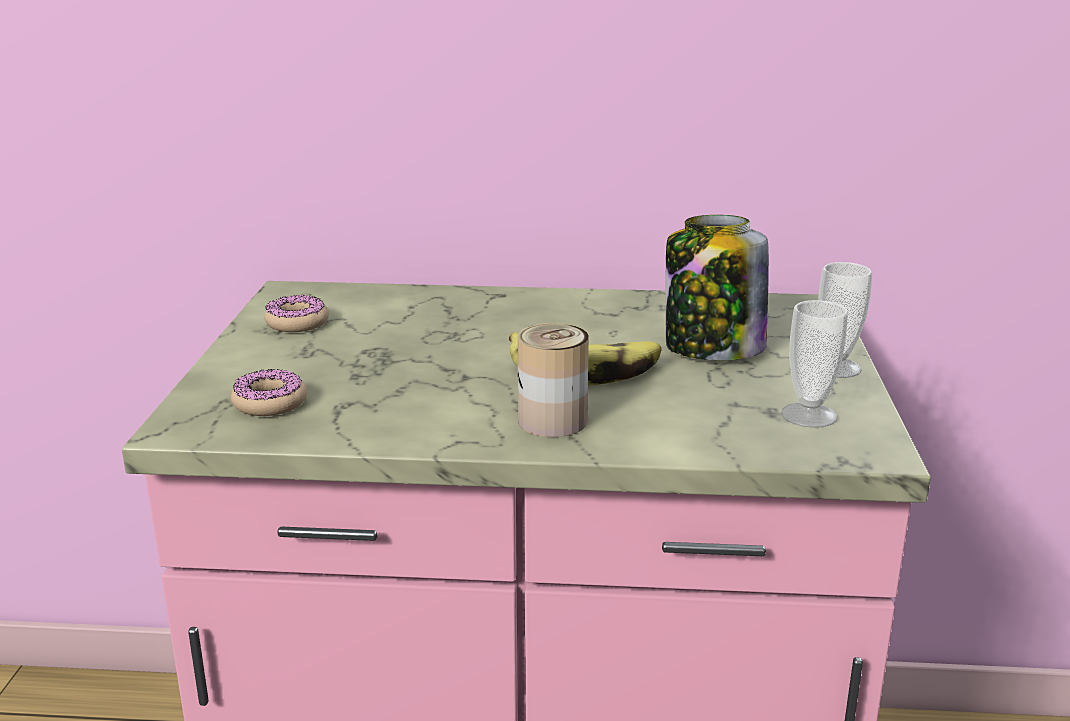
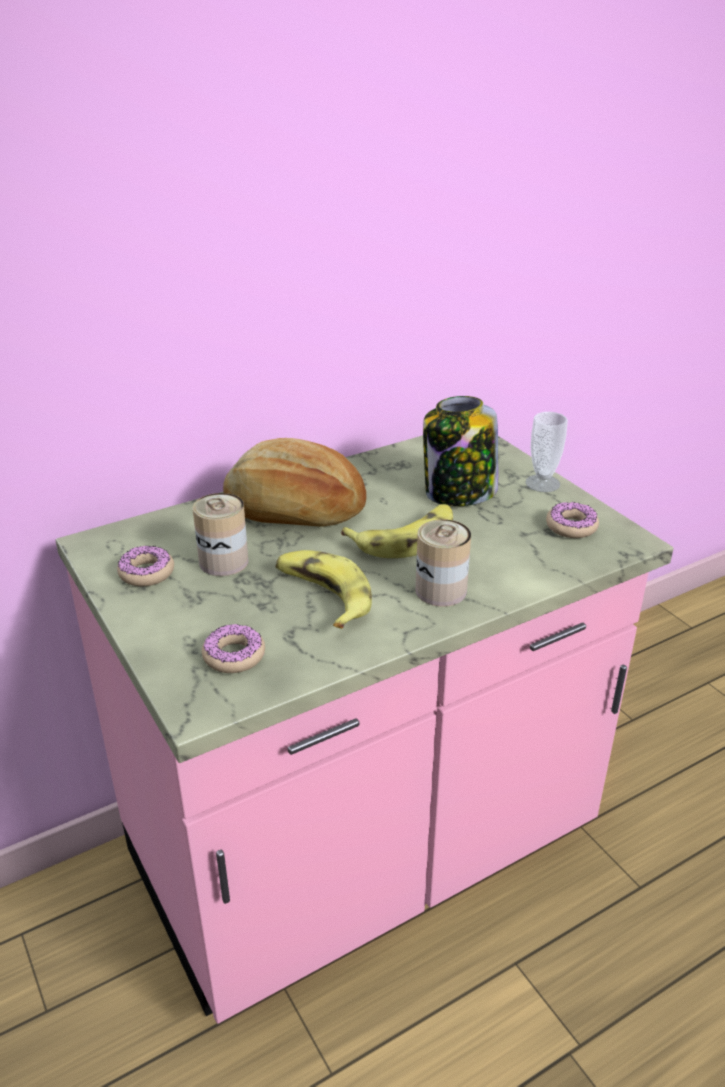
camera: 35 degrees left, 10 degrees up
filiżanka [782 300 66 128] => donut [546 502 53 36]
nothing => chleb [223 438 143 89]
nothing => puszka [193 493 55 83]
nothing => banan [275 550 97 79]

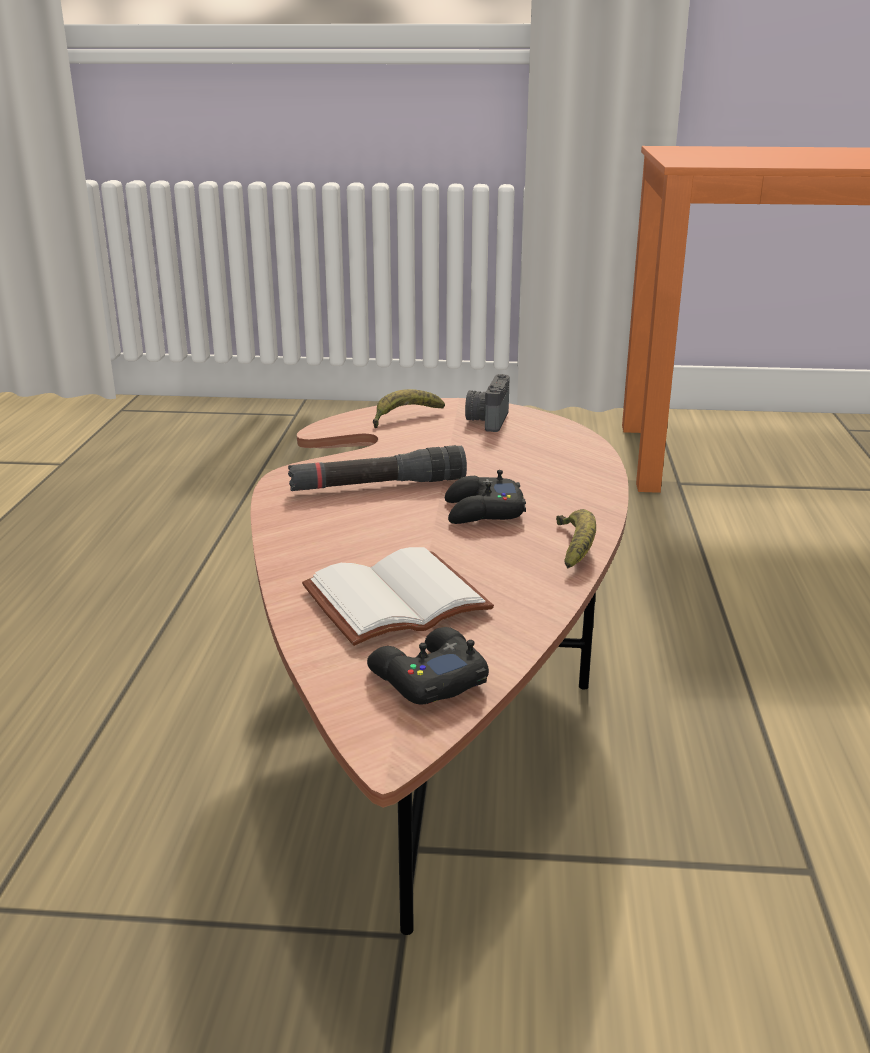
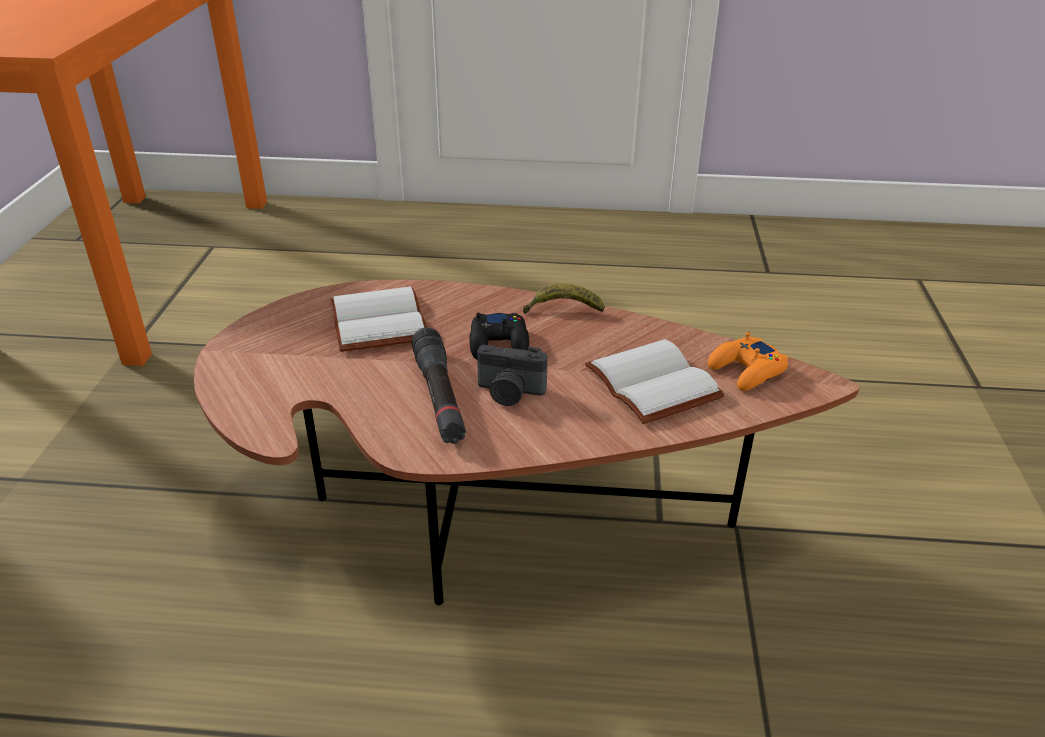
camera: 90 degrees left, 10 degrees up
aparat fotograficzny [465 374 45 58] => aparat fotograficzny [477 345 70 61], move
banan [373 389 72 39] => nothing
pad do gier (czarny) [367 627 122 78] => pad do gier (pomarańczowy) [708 332 80 59]
nothing => książka (biały) [330 287 97 65]

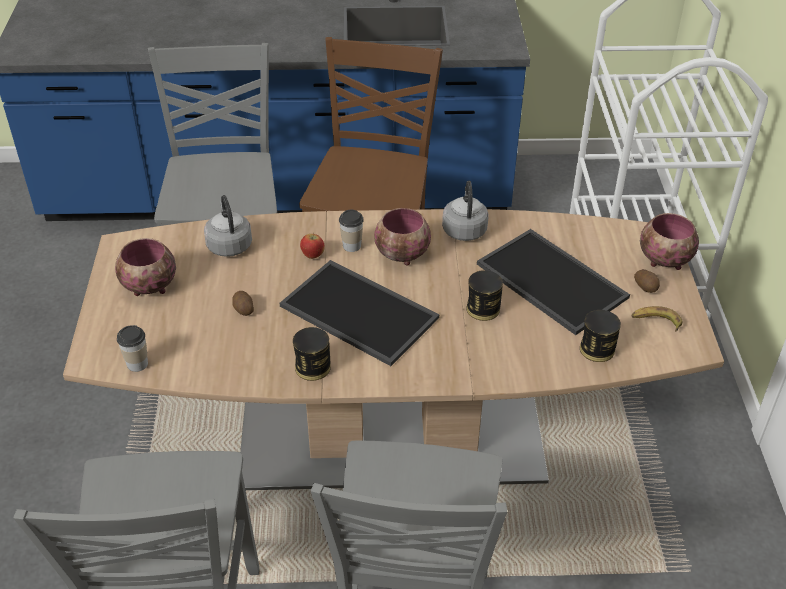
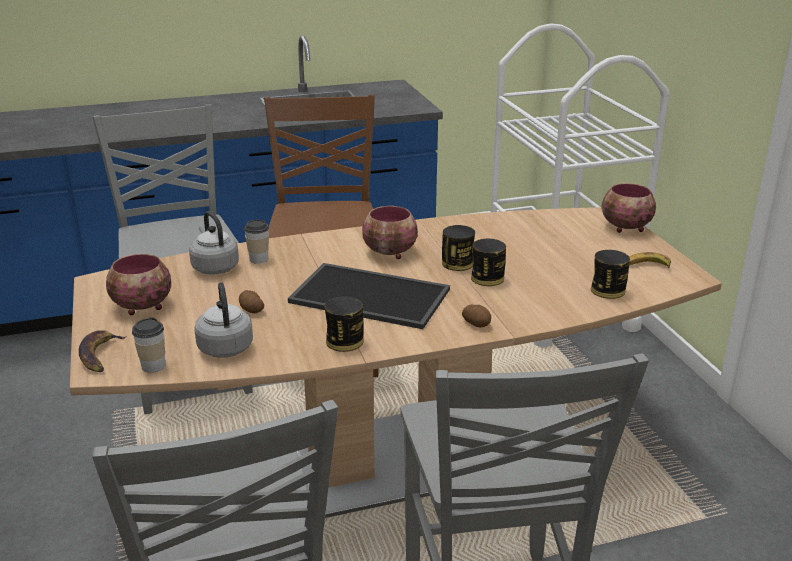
camera: 15 degrees left, 15 degrees down
czajnik (szary) [442 181 47 60] => czajnik (szary) [194 282 59 76], move
filiżanka [339 210 25 42] => filiżanka [244 220 25 44], move
taca [477 229 153 106] => nothing
jabłko [300 232 25 27] => nothing
ziemniak [634 269 26 24] => ziemniak [462 305 29 22], move
nothing => puszka [442 225 33 46]
nothing => banan [79 330 47 42]

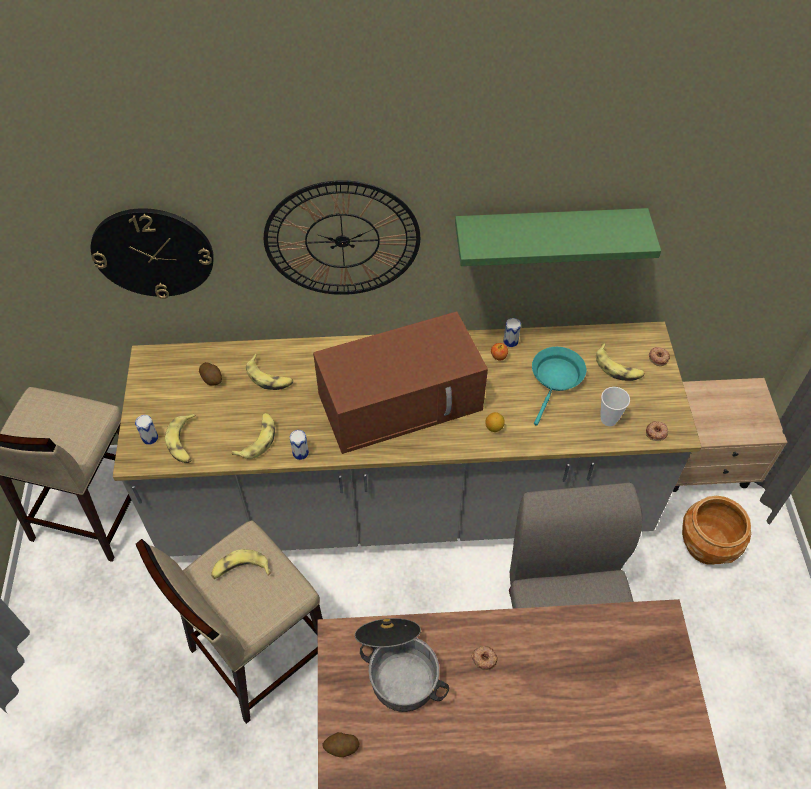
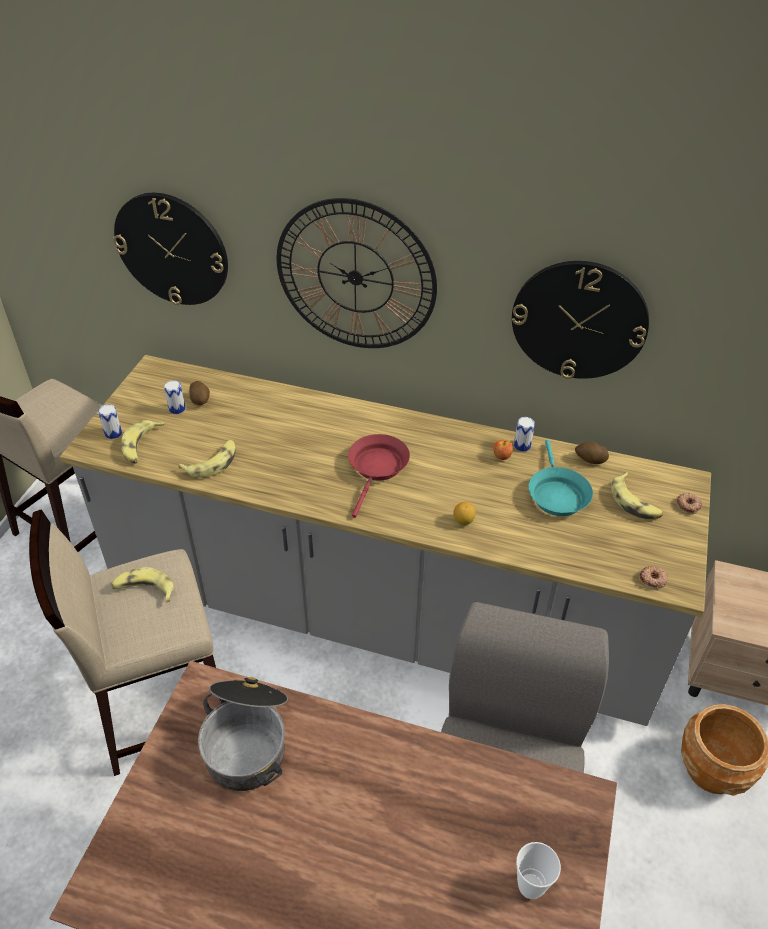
camera: 20 degrees right, 10 degrees down
półka (zielony) [455 208 206 58] => zegar ścienny [512 261 137 118]
mikrofalówka (brązowy) [313 311 175 143] => patelnia (czerwony) [348 434 62 84]
patelnia (turkusowy) [532 347 54 79] => patelnia (turkusowy) [528 440 65 76], 135 degrees clockwise
banan [246 354 47 36] => nothing
filiżanka [600 387 30 39] => filiżanka [516 842 45 57], move
puszka [290 430 19 30] => puszka [164 380 22 34], move
donut [472 646 26 24] => nothing
ziemniak [322 732 38 25] => ziemniak [575 441 34 23], move

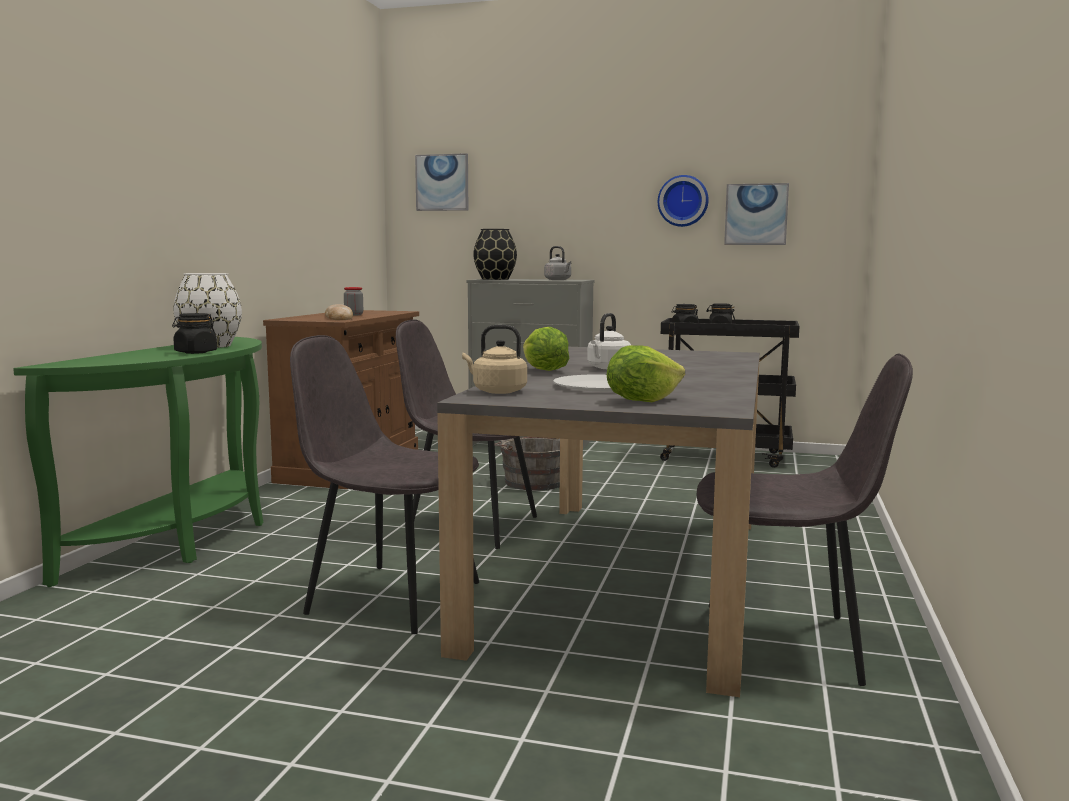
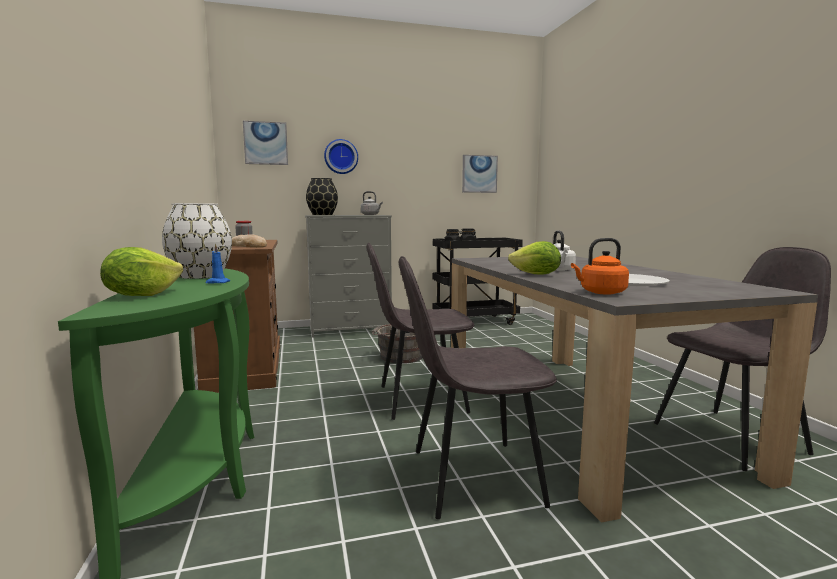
camera: 30 degrees left, 0 degrees up
zegar ścienny [658 175 51 52] => zegar ścienny [324 139 34 35], move
słoik (czarny) [172 313 45 41] => świeca (niebieski) [205 243 25 40]
czajnik (beżowy) [462 325 65 69] => czajnik (pomarańczowy) [571 238 58 57]
sałata [607 345 78 57] => sałata [100 247 83 49], move

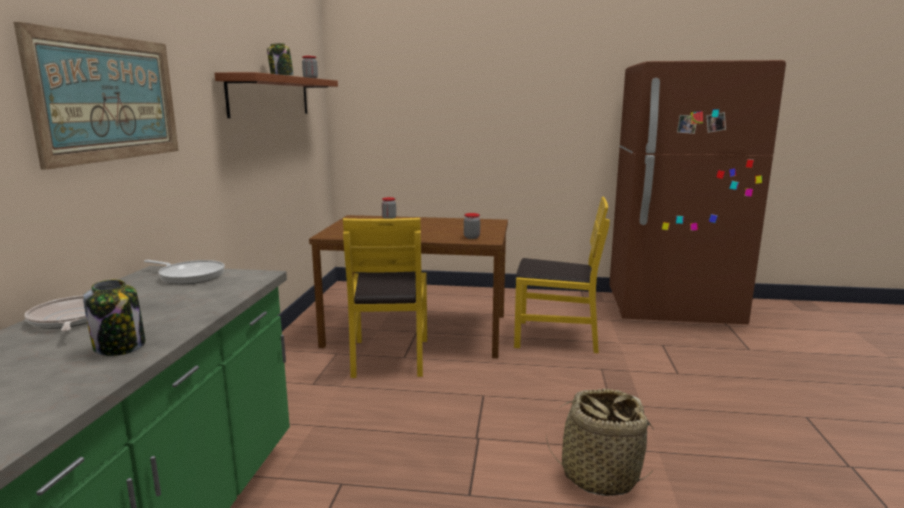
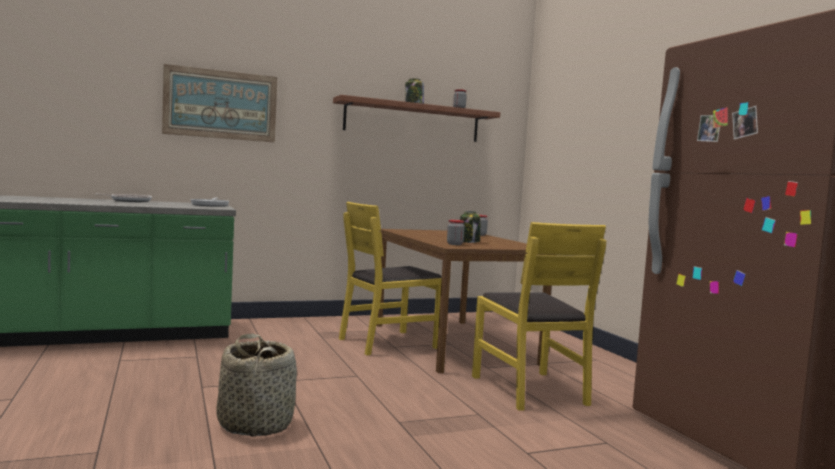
camera: 60 degrees right, 10 degrees down
słoik [83 279 63 77] => słoik [460 211 20 32], move

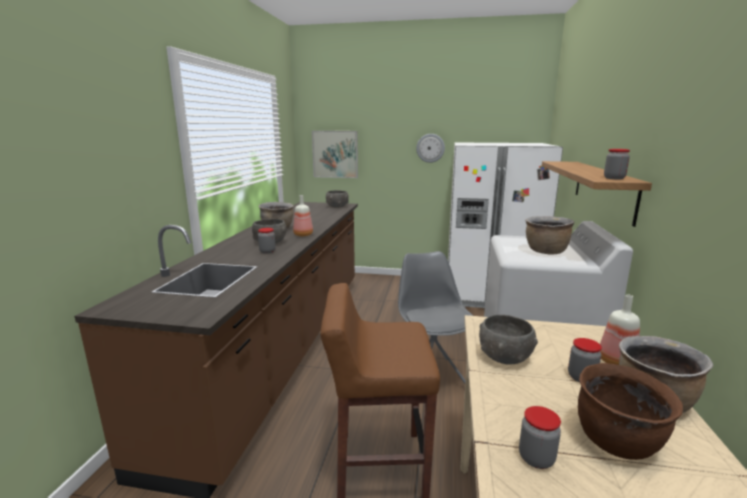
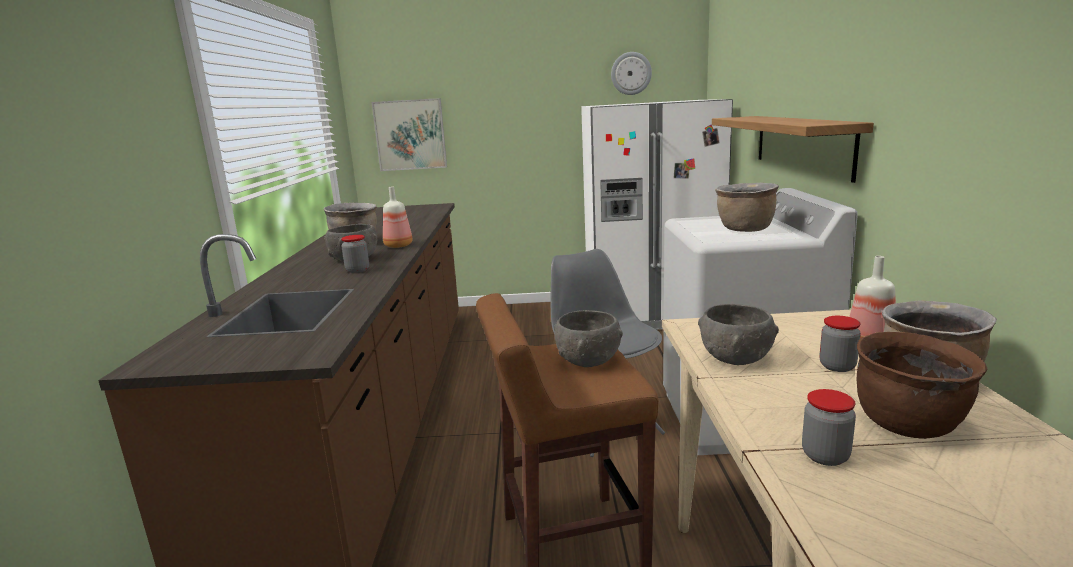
camera: 10 degrees left, 0 degrees up
zegar ścienny [416 134 29 29] => zegar ścienny [611 52 41 43], move
słoik [604 149 26 30] => nothing
miska (szary) [326 190 23 17] => miska (szary) [554 310 69 57], move

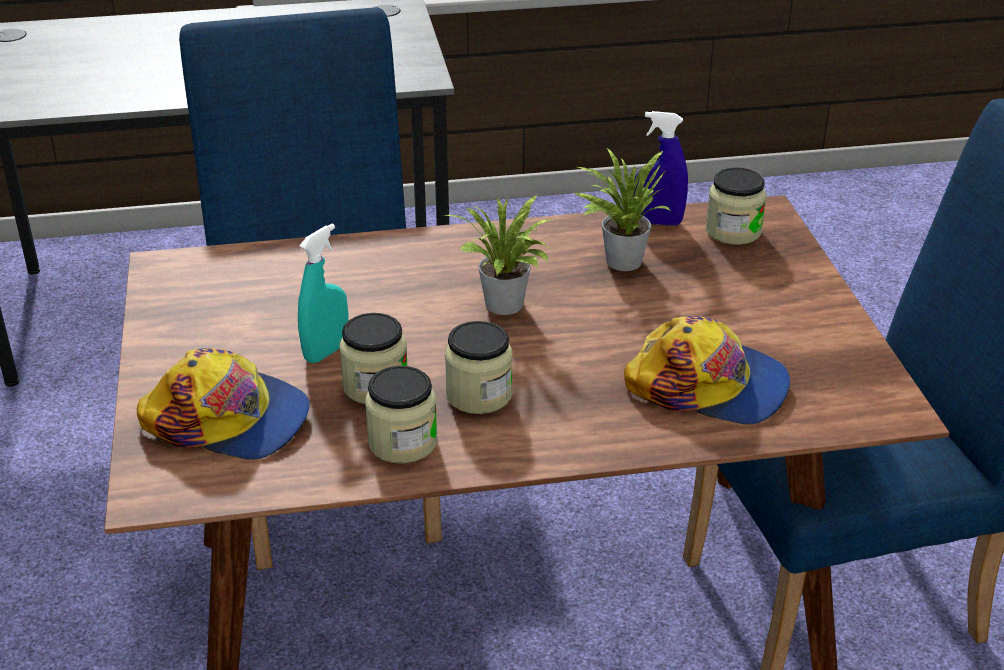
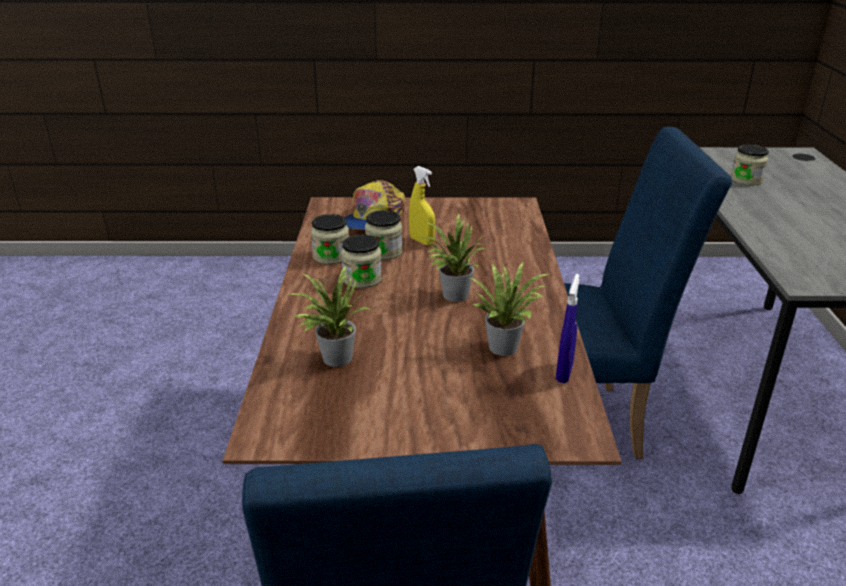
camera: 100 degrees right, 5 degrees down
słoik [706 167 60 78] => słoik [731 145 38 41], move
spryskiwacz (turkusowy) [298 224 51 139] => spryskiwacz (żółty) [409 166 26 80]
czapka z daszkiem [624 316 166 109] => roślina doniczkowa [289 266 81 101]

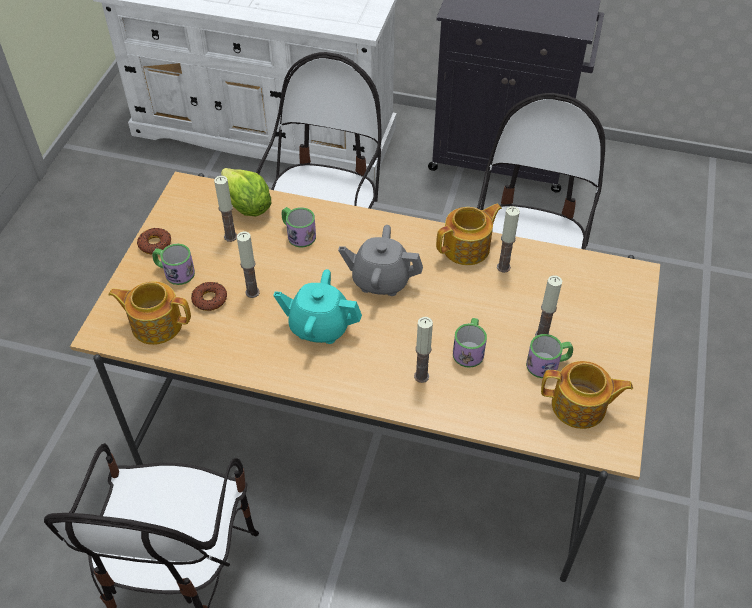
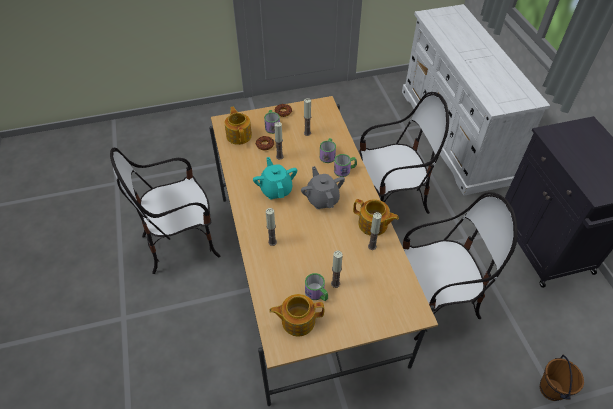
camera: 60 degrees right, 0 degrees up
sałata [221 168 50 48] => nothing
kubek [453 318 34 50] => kubek [334 154 23 23], move
imbryk [541 361 92 68] => imbryk [269 294 55 43], 105 degrees clockwise
nothing => wiadro (brązowy) [540 355 44 46]

